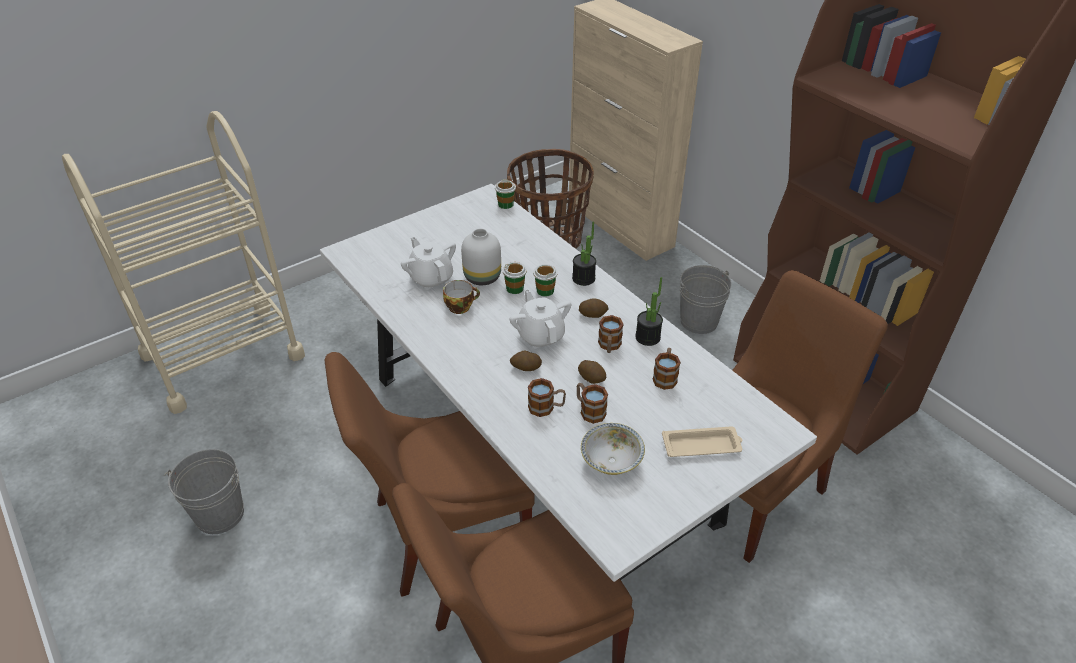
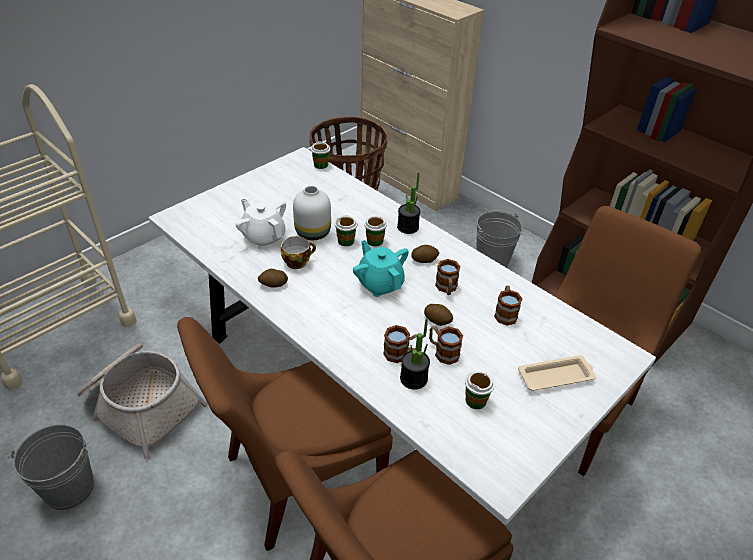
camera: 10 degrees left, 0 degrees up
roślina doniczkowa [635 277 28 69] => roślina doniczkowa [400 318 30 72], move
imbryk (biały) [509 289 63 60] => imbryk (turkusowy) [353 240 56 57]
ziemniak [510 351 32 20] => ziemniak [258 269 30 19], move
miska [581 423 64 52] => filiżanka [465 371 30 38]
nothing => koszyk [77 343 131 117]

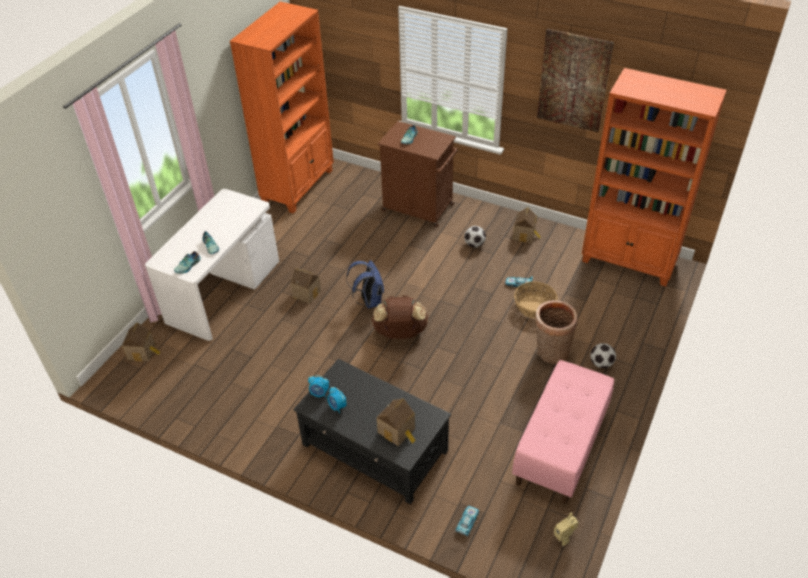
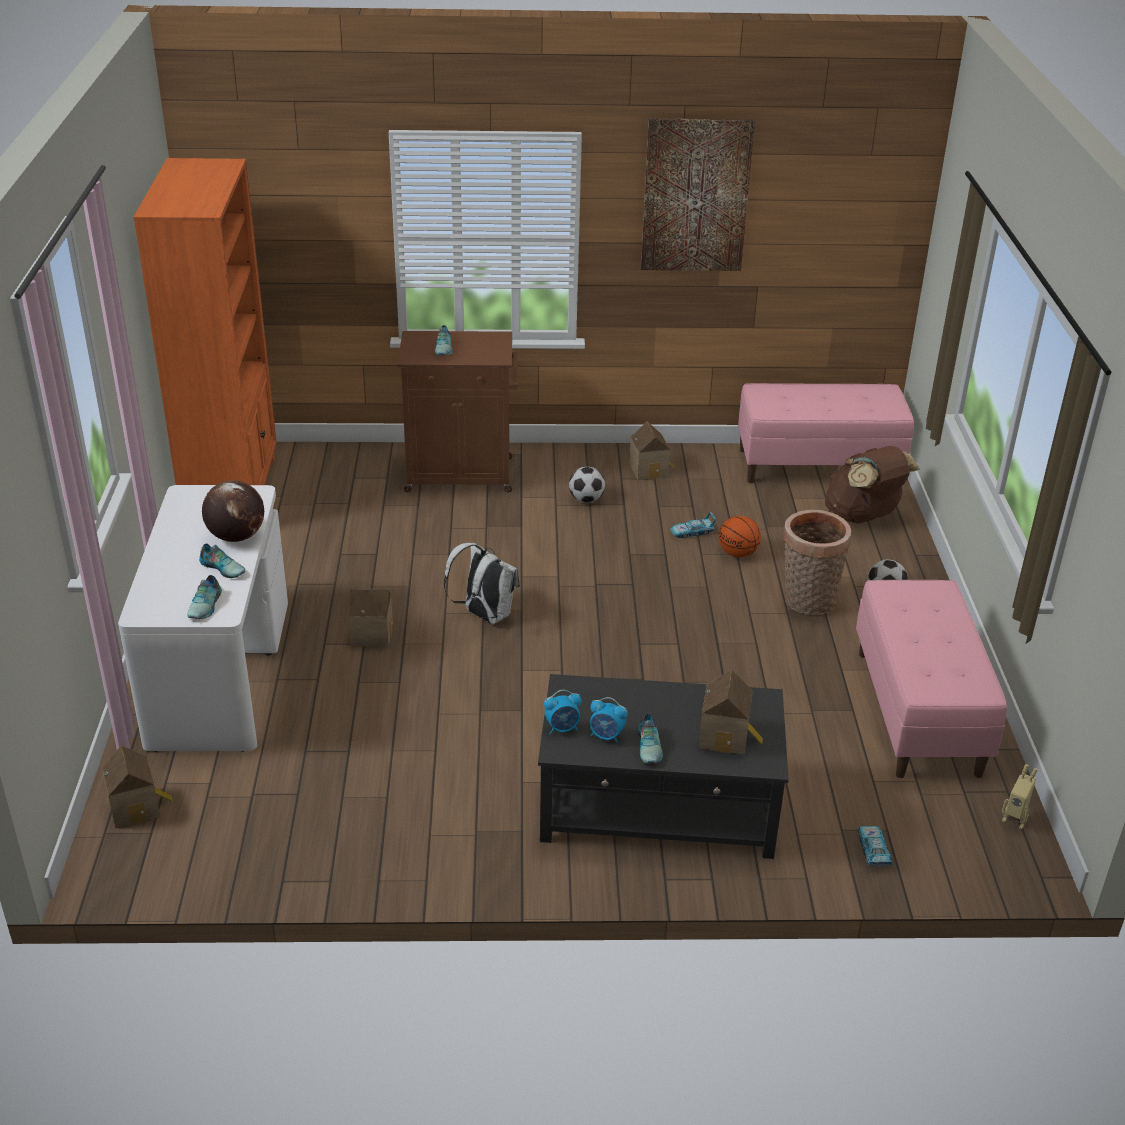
camera: 30 degrees left, 10 degrees down
regał (pomarańczowy) [582 68 145 219] => ławka (różowy) [738 383 176 100]
plecak (niebieski) [346 260 38 48] => plecak (biały) [444 542 76 82]
koszyk [514 281 44 38] => piłka do koszykówki [719 516 42 41]
plecak (brązowy) [372 295 56 44] => plecak (brązowy) [825 446 95 78], move
nothing => globus [202 480 62 62]
nothing => but [638 713 25 50]

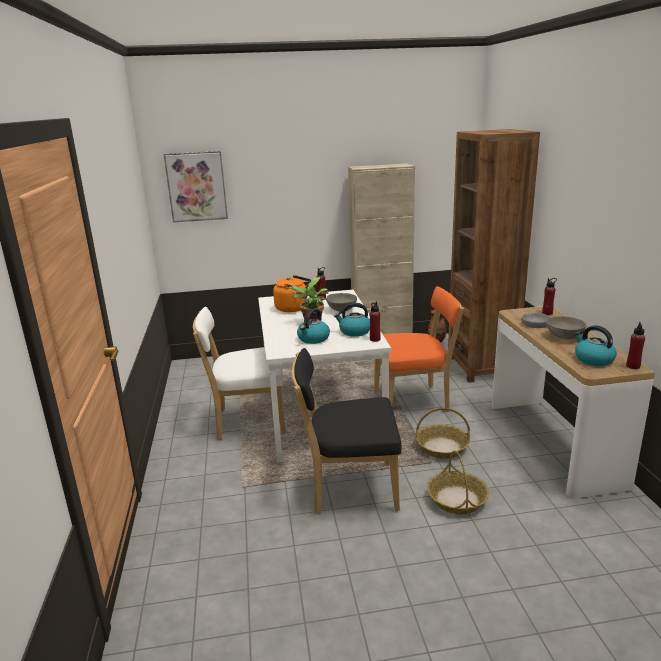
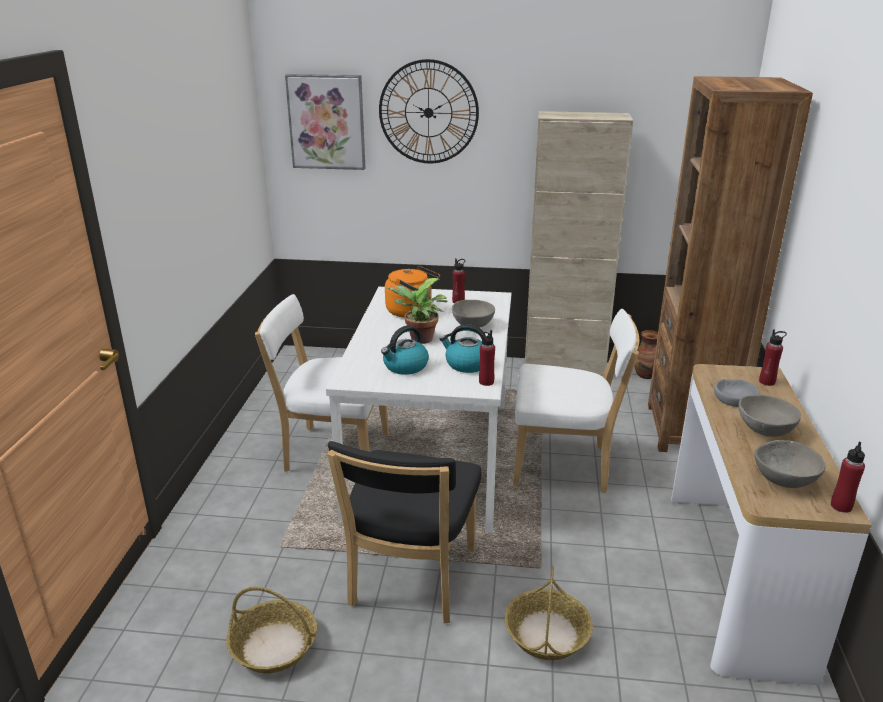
camera: 15 degrees right, 5 degrees up
krzesło (pomarańczowy) [374 286 90 126] => krzesło (biały) [513 309 126 184]
czajnik [575 325 42 41] => miska (szary) [754 440 71 48]
krzesło (czarny) [292 348 110 166] => krzesło (czarny) [327 441 154 182], 90 degrees counterclockwise
koszyk [416 408 54 51] => koszyk [226 587 91 86], move
nothing => zegar ścienny [379 59 100 104]

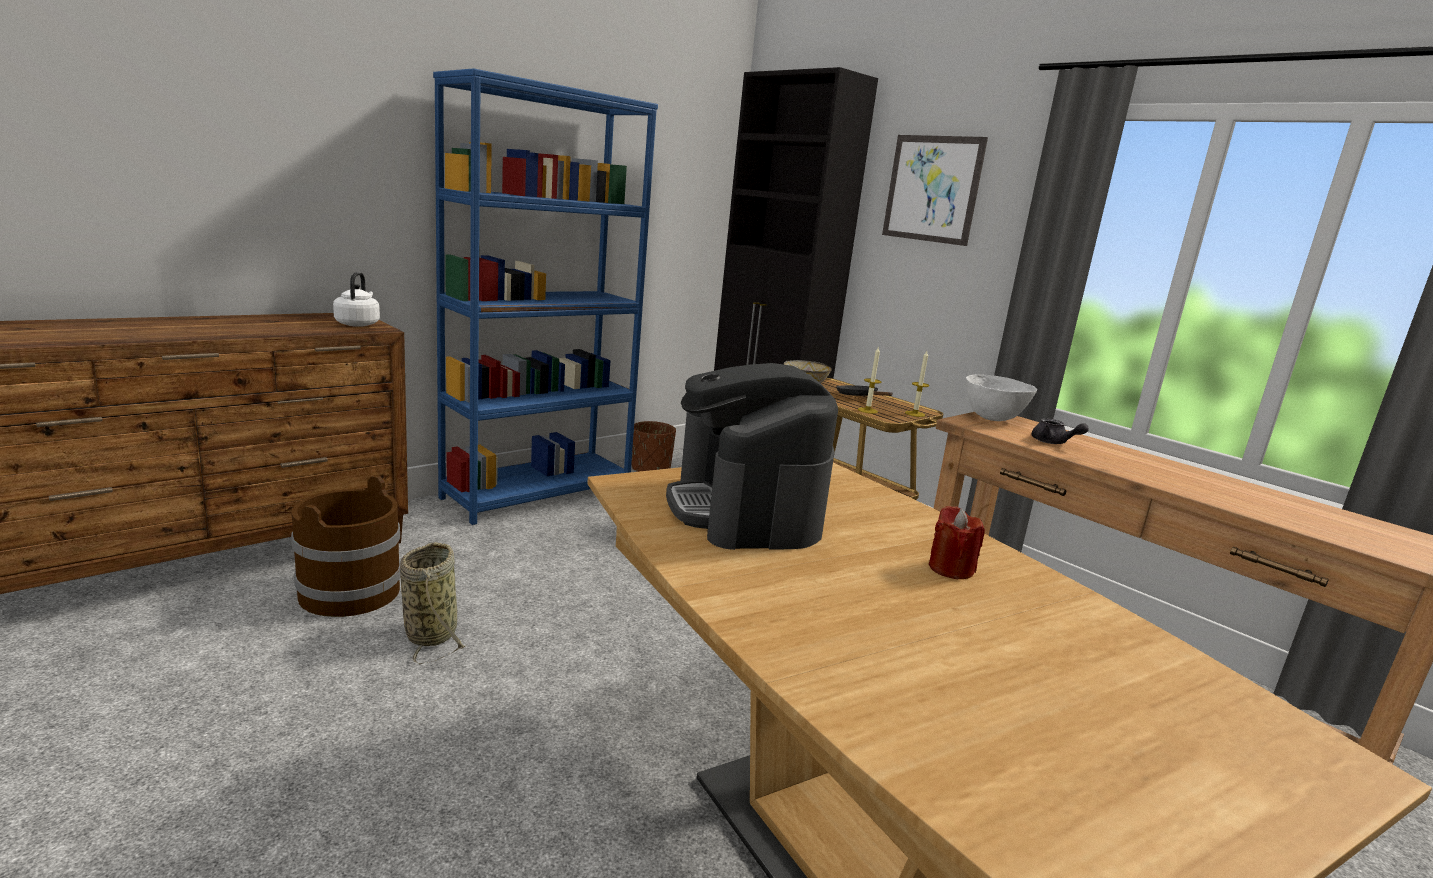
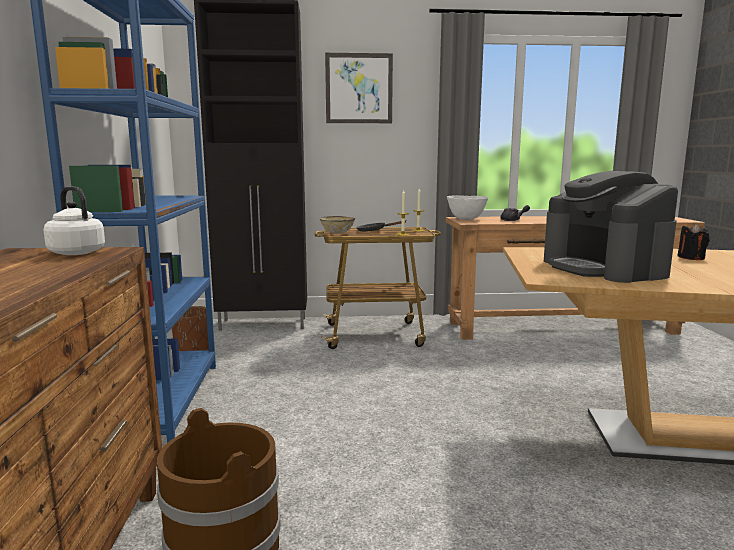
camera: 50 degrees left, 5 degrees down
ekspres do kawy [666 363 172 187] => ekspres do kawy [544 171 134 112], 45 degrees clockwise
świeca (czerwony) [929 506 56 73] => świeca (czarny) [677 224 33 36]
koszyk [400 542 65 123] => nothing

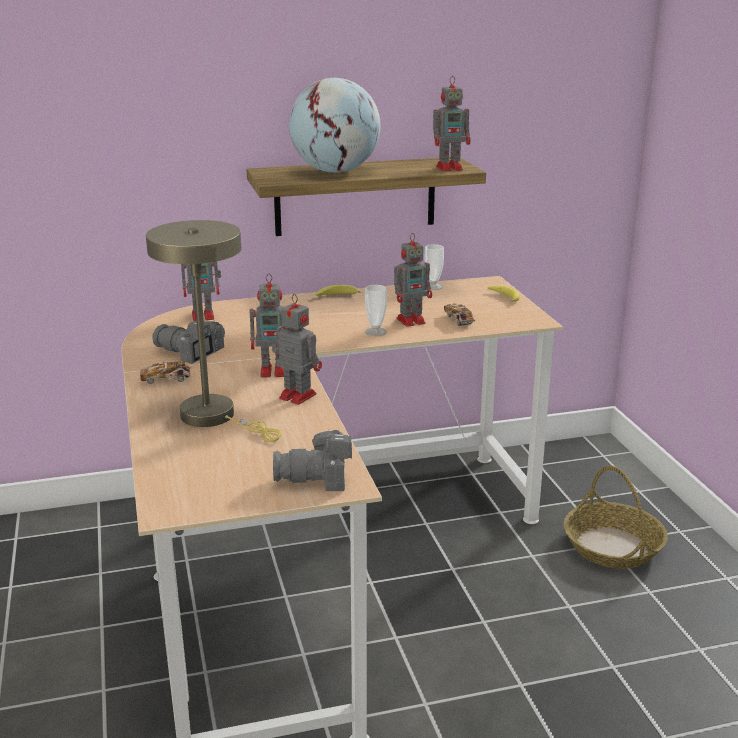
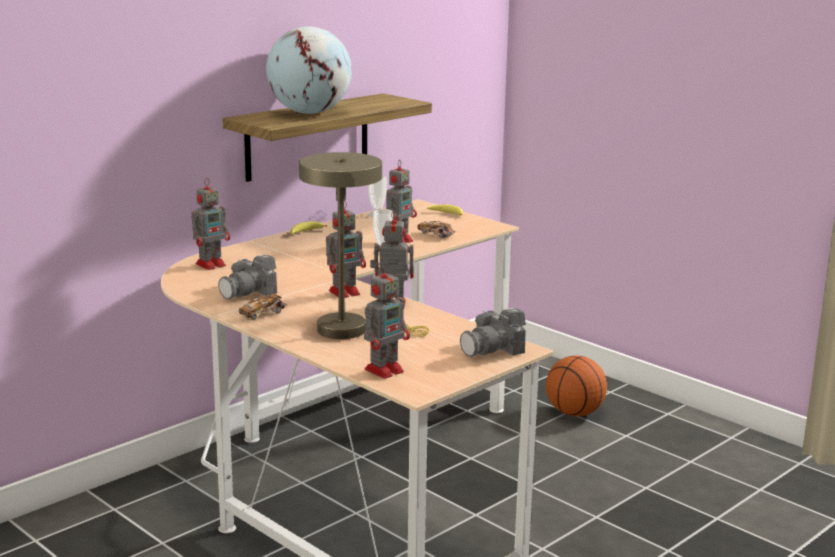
camera: 30 degrees left, 5 degrees down
robot zabawkowy [433 76 38 95] => robot zabawkowy [364 264 46 115], move
aparat fotograficzny [153 320 72 44] => aparat fotograficzny [218 255 59 44], 45 degrees counterclockwise
koszyk [563 466 105 103] => piłka do koszykówki [546 356 61 60]

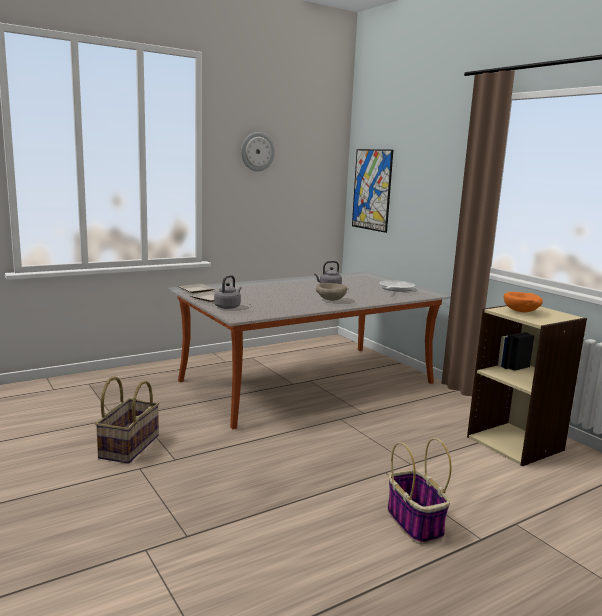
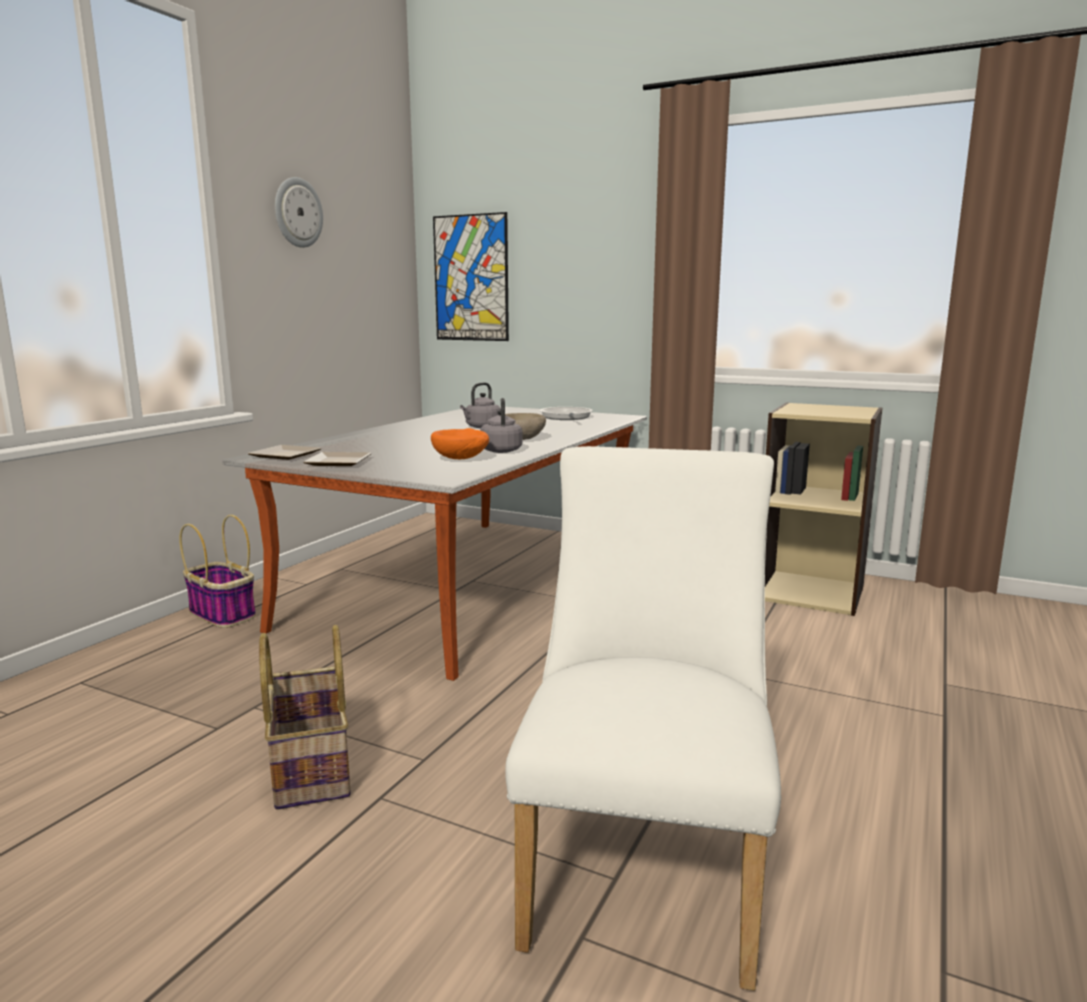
camera: 30 degrees left, 0 degrees up
czajnik (szary) [214 275 28 34] => czajnik (szary) [480 398 43 55], move
miska (pomarańczowy) [504 292 39 20] => miska (pomarańczowy) [431 428 58 32], move
koszyk [387 438 64 106] => koszyk [179 515 77 113], move
nothing => krzesło (biały) [505 446 276 545]

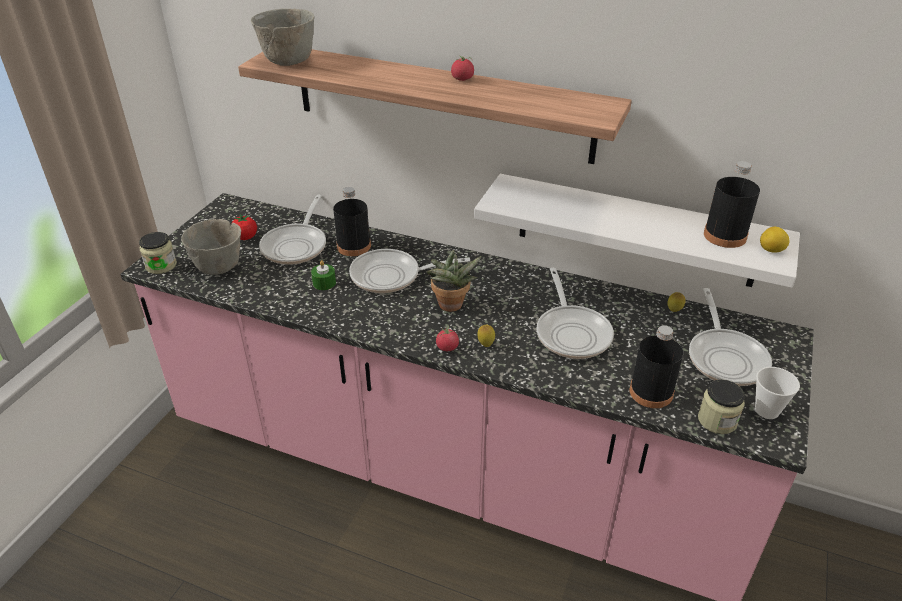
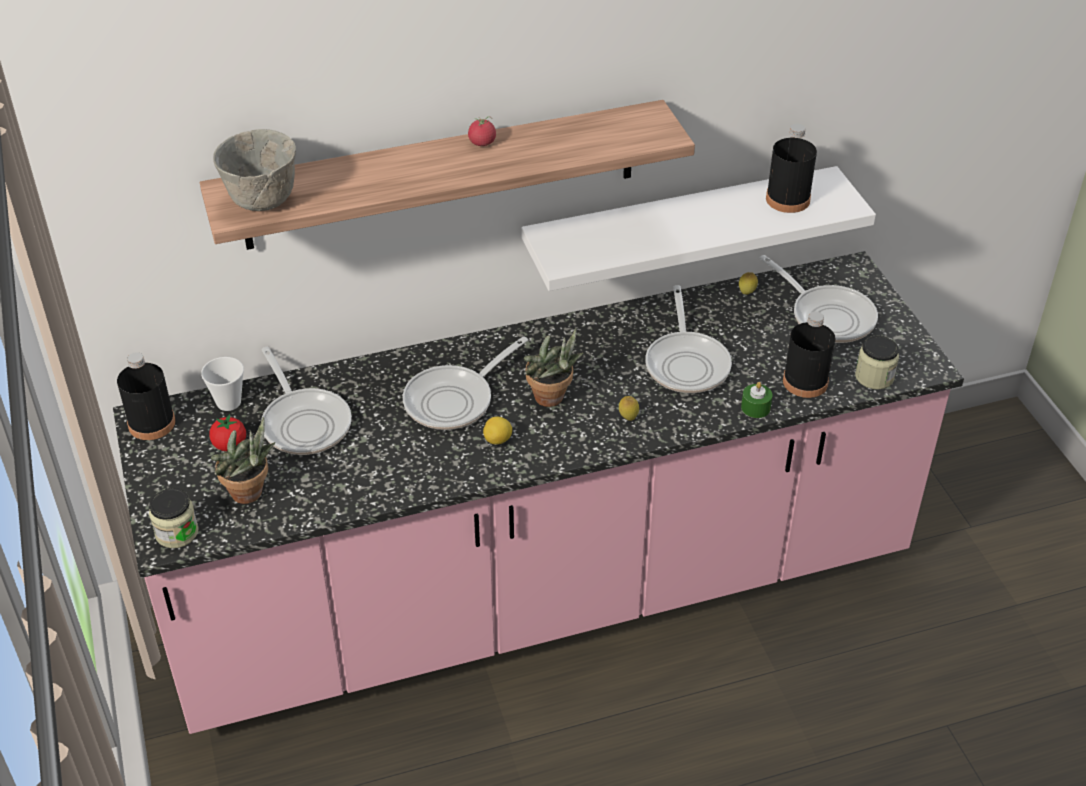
camera: 40 degrees left, 5 degrees up
butelka (czarny) [333 187 38 69] => butelka (czarny) [117 352 58 88], move
miska (szary) [181 219 60 56] => roślina doniczkowa [211 417 64 87]
cytryna [760 227 29 26] => cytryna [483 416 29 29], move
świeca (zielony) [311 260 25 30] => świeca (zielony) [741 382 31 36], move
patelnia [536 268 78 91] => patelnia [645 285 87 108], 45 degrees clockwise
pomidor [436 326 23 25] => nothing
filiżanka [755 367 45 52] => filiżanka [201 357 43 54], move

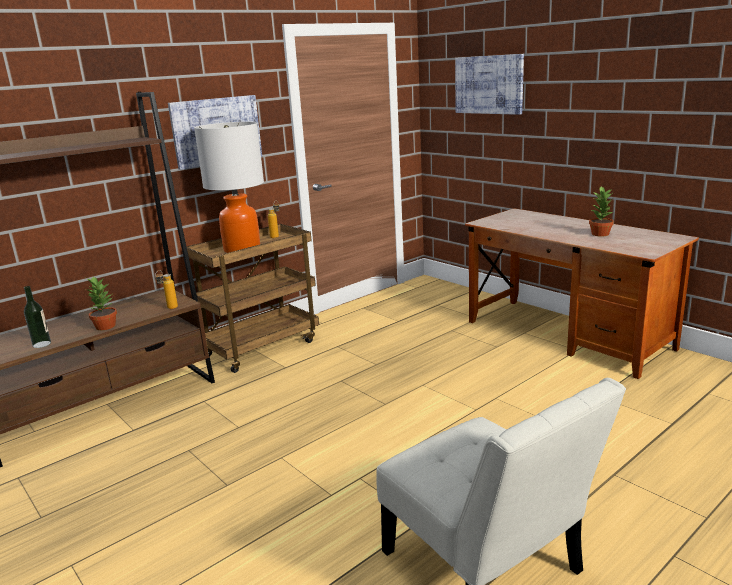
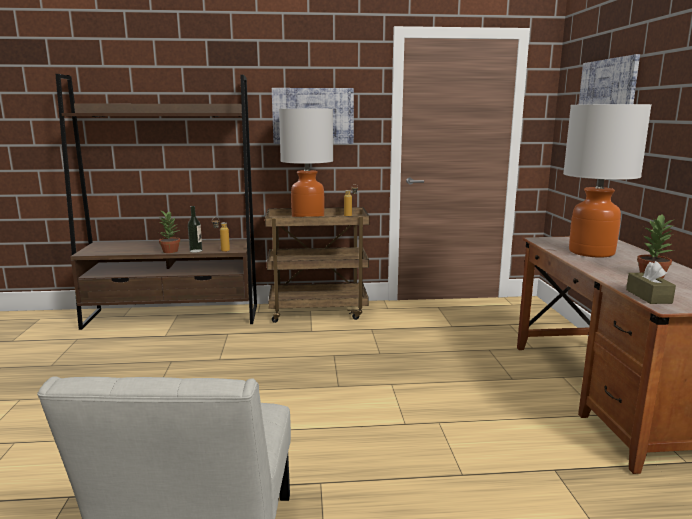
camera: 35 degrees right, 5 degrees down
butelka [24 286 27 62] => butelka [188 206 14 47], move
nothing => lampa stołowa [563 104 89 154]
nothing => pudełko chusteczek (brązowy) [626 261 50 43]

